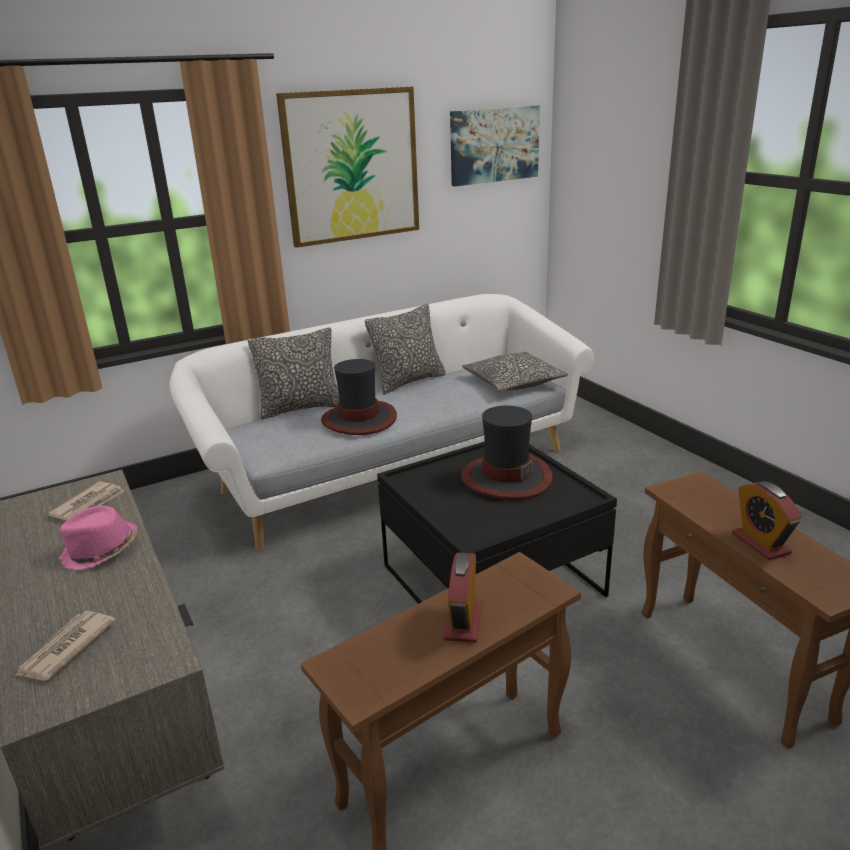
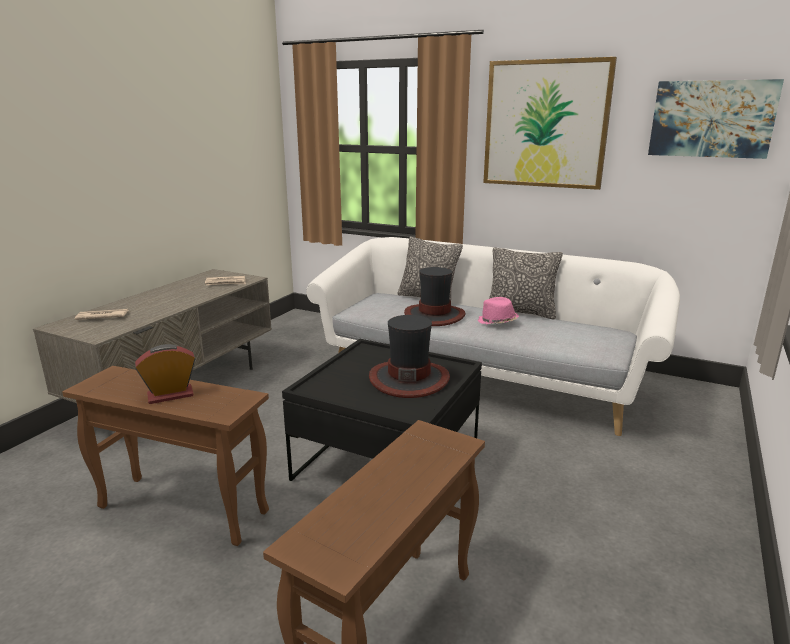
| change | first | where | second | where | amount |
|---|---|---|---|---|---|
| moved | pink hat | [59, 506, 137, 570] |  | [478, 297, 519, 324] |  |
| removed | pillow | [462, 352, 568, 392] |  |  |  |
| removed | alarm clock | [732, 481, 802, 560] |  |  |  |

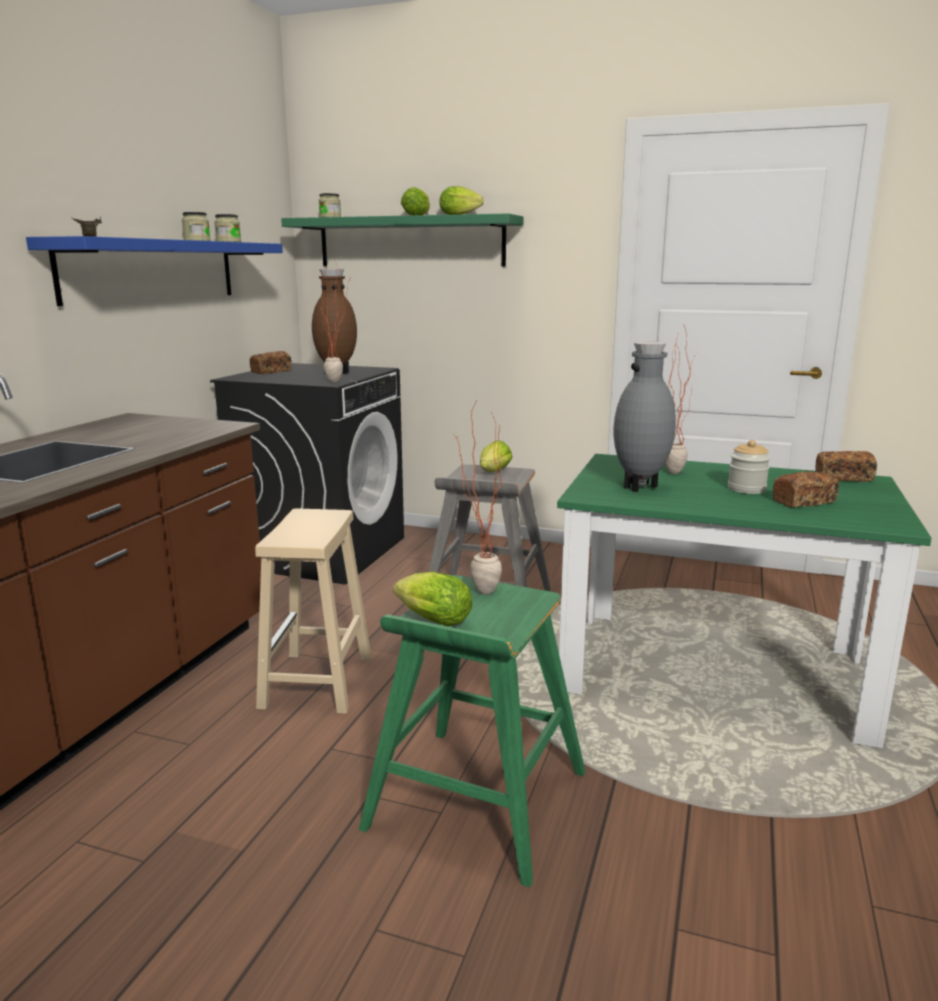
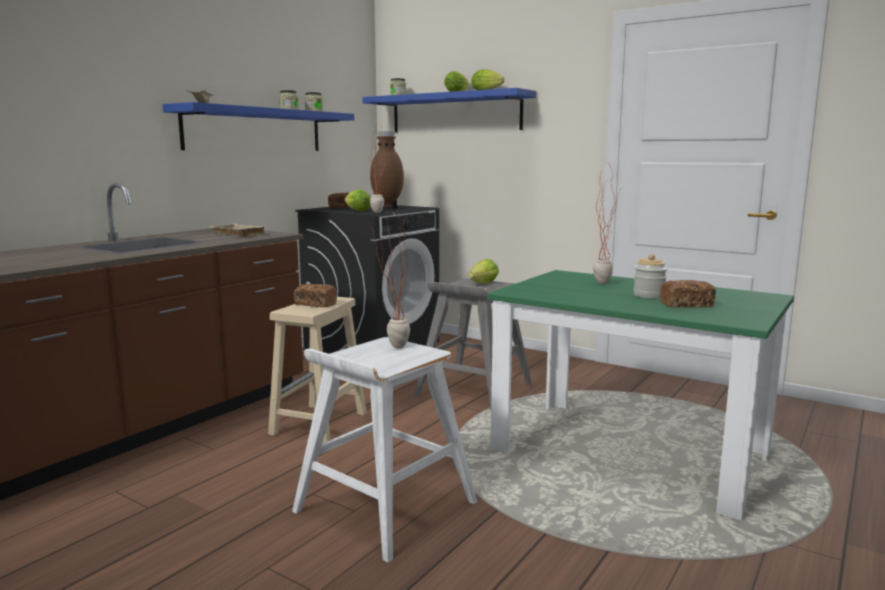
| change | first | where | second | where | amount |
|---|---|---|---|---|---|
| added |  |  | beige tray | [210, 223, 266, 236] |  |
| recoloured | green stool | [359, 575, 585, 887] | white stool | [292, 337, 477, 562] |  |
| moved | bread | [815, 451, 877, 482] |  | [294, 284, 337, 307] |  |
| moved | lettuce | [393, 572, 472, 626] |  | [345, 190, 371, 211] |  |
| recoloured | green shelf | [281, 213, 524, 267] | blue shelf | [362, 88, 536, 133] |  |
| removed | grey vase | [614, 341, 676, 492] |  |  |  |

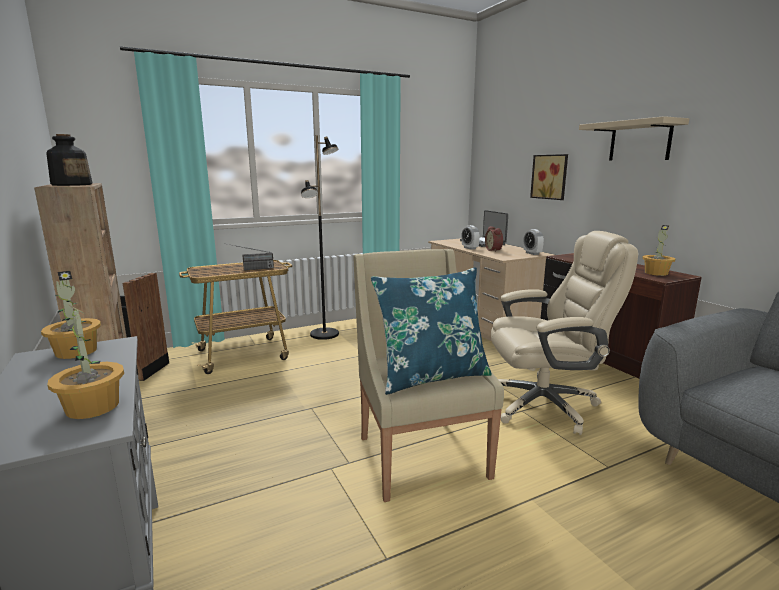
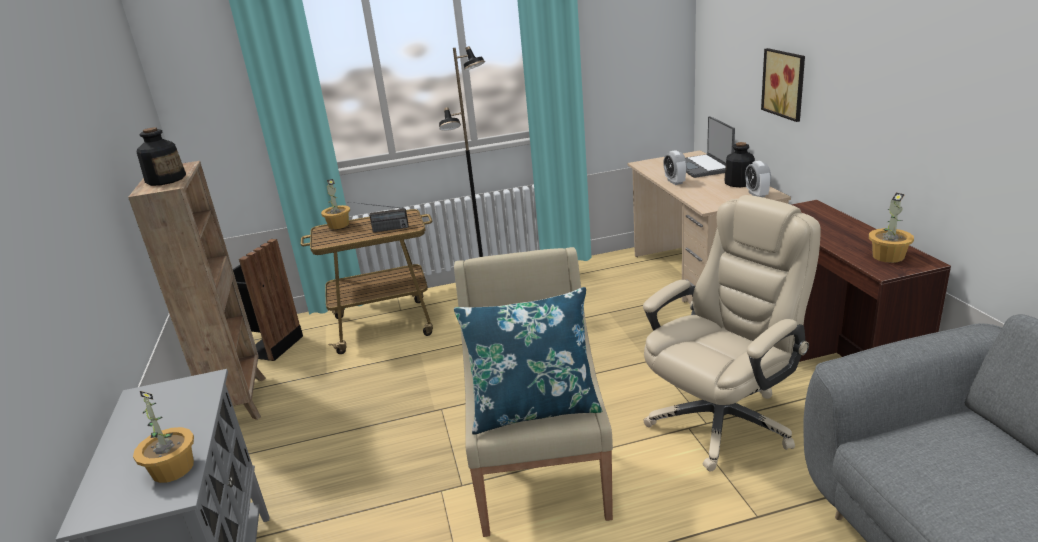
| change | first | where | second | where | amount |
|---|---|---|---|---|---|
| moved | potted plant | [41, 271, 101, 359] |  | [321, 179, 350, 229] |  |
| turned | beige office chair | [491, 231, 638, 435] |  | [643, 195, 821, 472] | 45 degrees counterclockwise |
| added |  |  | bottle | [724, 142, 755, 187] |  |
| removed | alarm clock | [485, 226, 503, 252] |  |  |  |
| removed | beige shelf | [579, 116, 689, 161] |  |  |  |

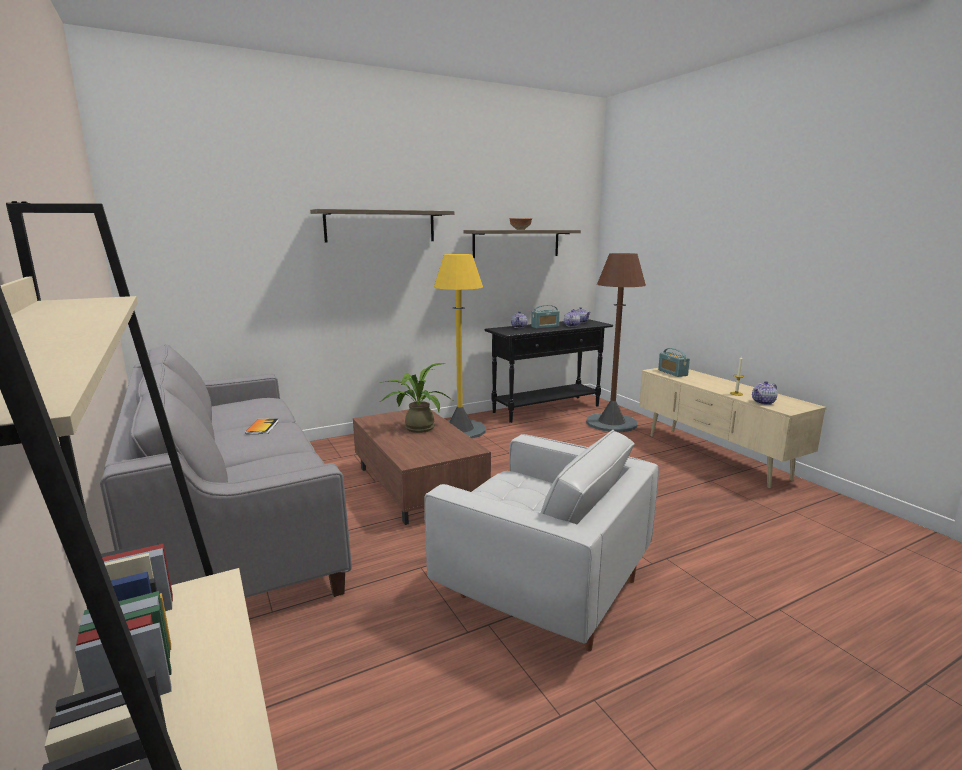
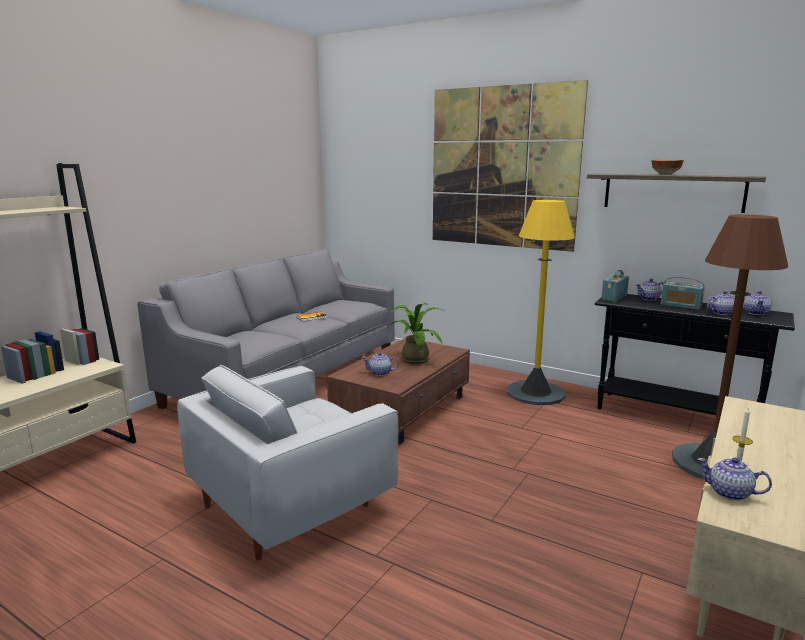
| change | first | where | second | where | amount |
|---|---|---|---|---|---|
| turned | white armchair | [424, 430, 659, 651] |  | [177, 365, 398, 561] | 45 degrees clockwise |
| added |  |  | teapot | [362, 352, 399, 376] |  |
| replaced | shelf | [310, 209, 454, 243] | picture | [433, 80, 588, 252] |  |
| moved | radio | [658, 348, 690, 377] |  | [601, 270, 629, 302] |  |

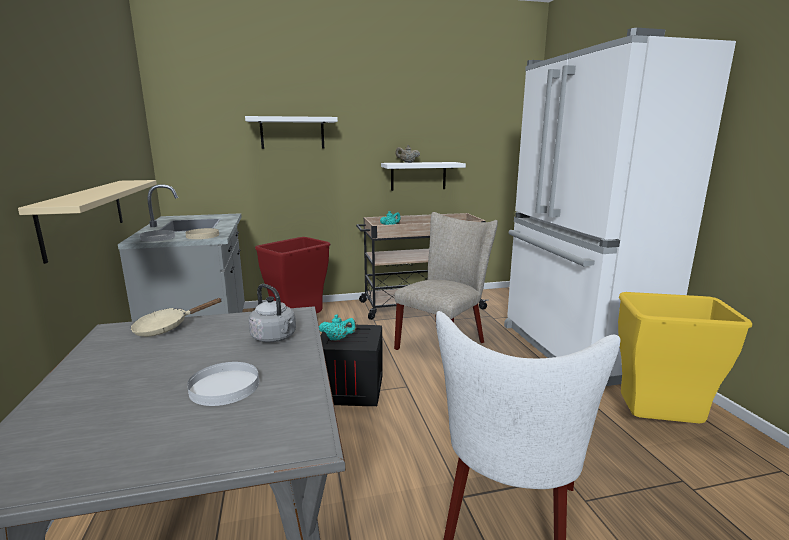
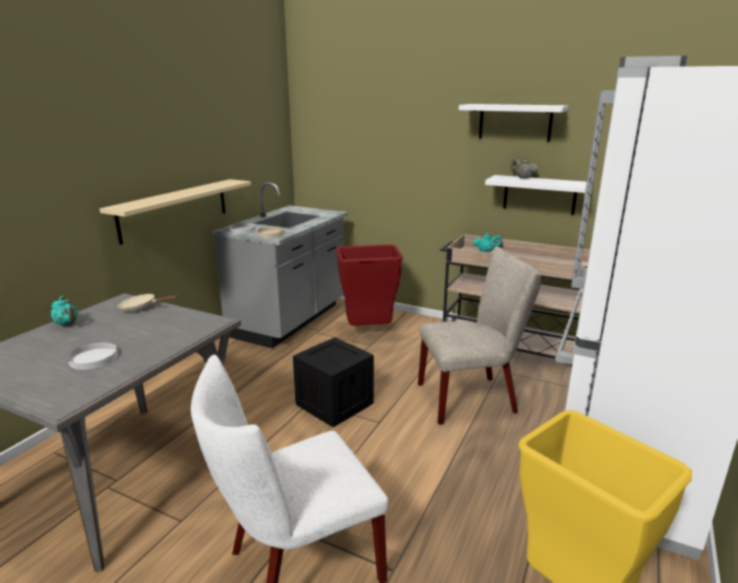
| change | first | where | second | where | amount |
|---|---|---|---|---|---|
| moved | turquoise teapot | [319, 315, 356, 341] |  | [51, 296, 78, 326] |  |
| moved | white shelf | [245, 116, 338, 149] |  | [459, 104, 568, 142] |  |
| removed | grey kettle | [248, 284, 296, 342] |  |  |  |

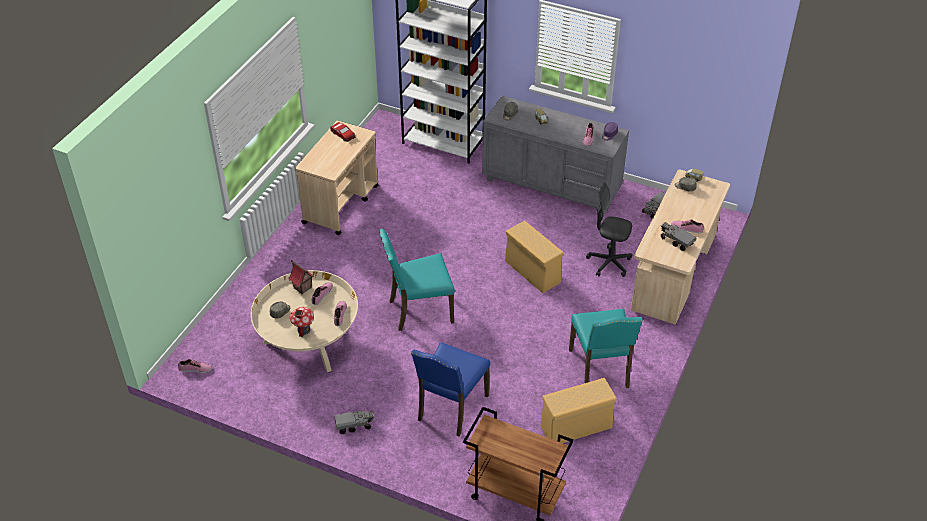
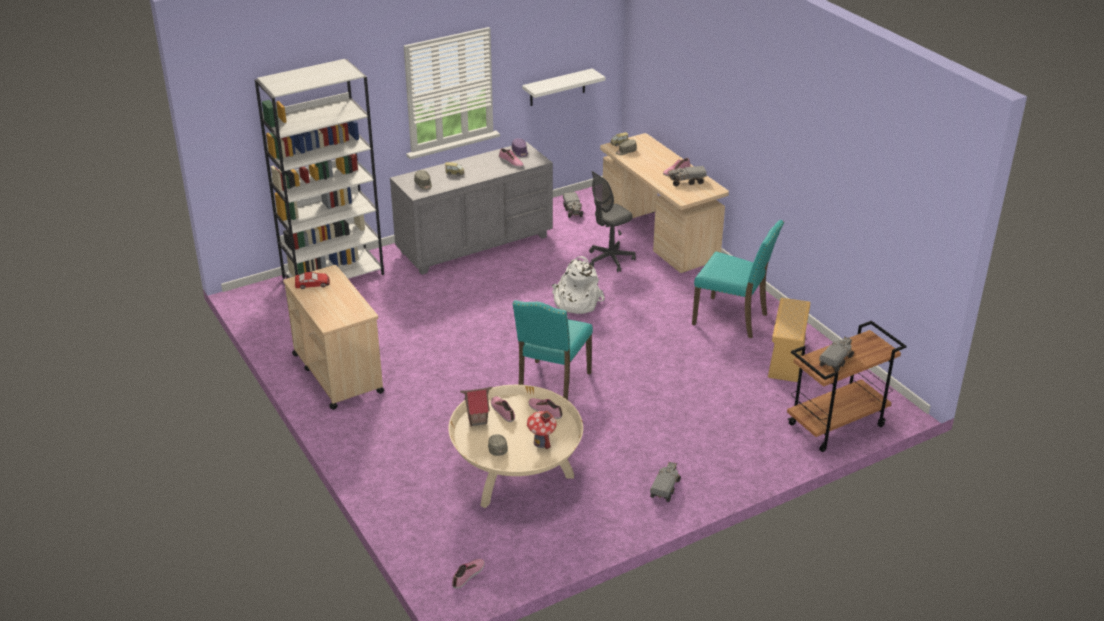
| change | first | where | second | where | amount |
|---|---|---|---|---|---|
| added |  |  | white shelf | [522, 68, 606, 106] |  |
| replaced | beige storage box | [505, 221, 564, 293] | white backpack | [552, 256, 605, 314] |  |
| added |  |  | toy truck | [819, 337, 854, 372] |  |
| removed | blue chair | [411, 342, 490, 436] |  |  |  |

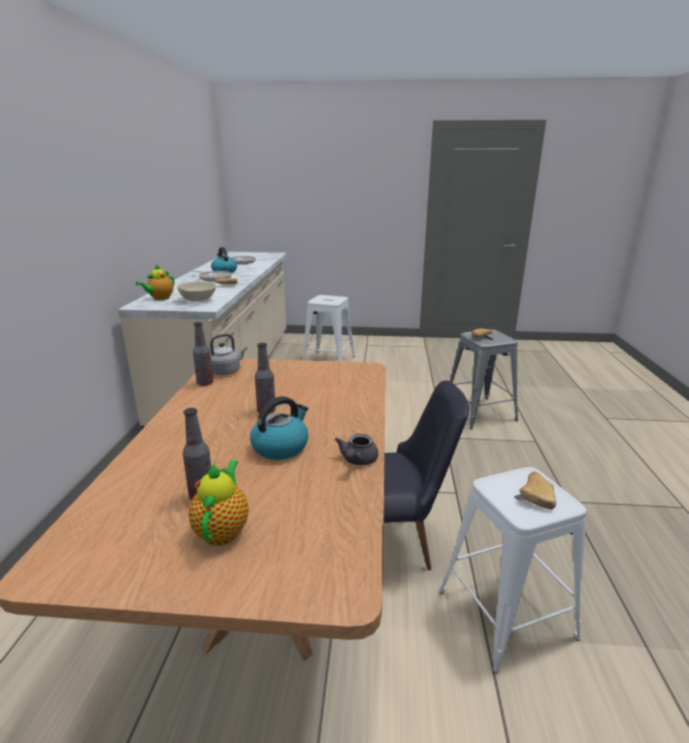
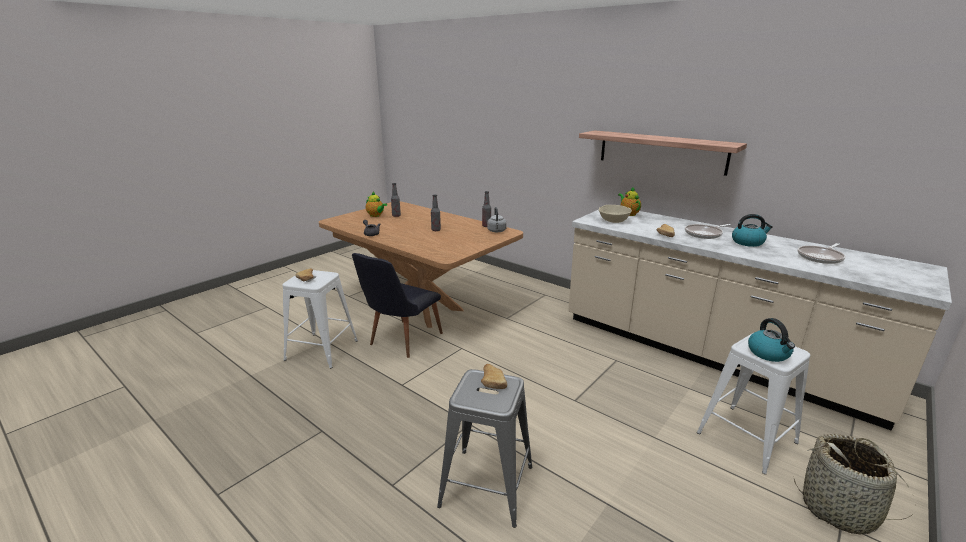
| change | first | where | second | where | amount |
|---|---|---|---|---|---|
| added |  |  | shelf | [579, 130, 747, 176] |  |
| moved | kettle | [250, 396, 309, 460] |  | [748, 318, 795, 362] |  |
| added |  |  | basket | [794, 434, 913, 534] |  |

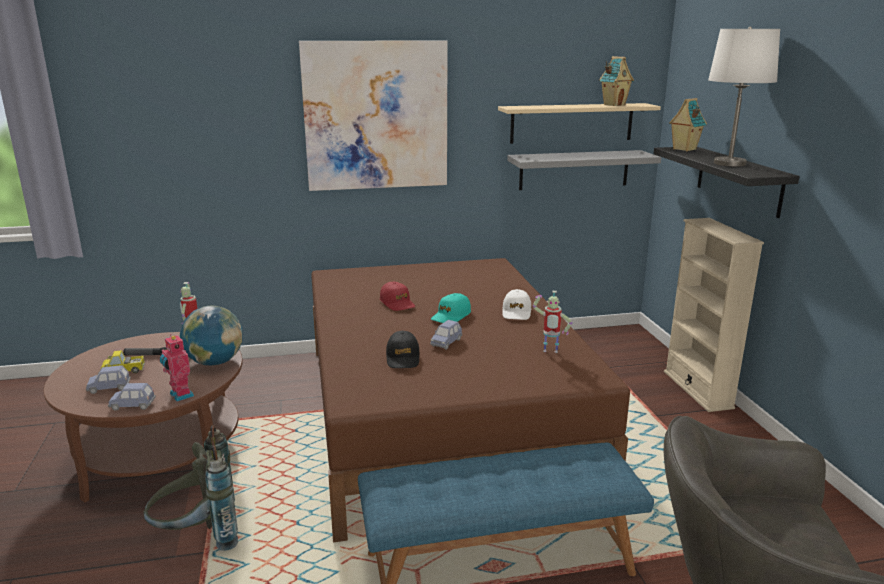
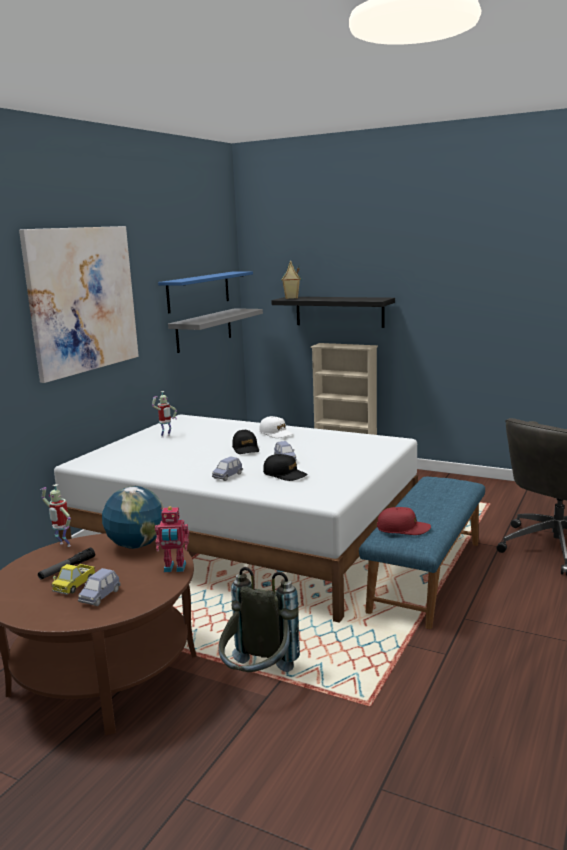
| change | first | where | second | where | amount |
|---|---|---|---|---|---|
| recoloured | brown bed | [311, 258, 630, 542] | white bed | [54, 414, 418, 623] |  |
| moved | toy robot | [533, 291, 572, 353] |  | [152, 391, 177, 437] |  |
| recoloured | beige shelf | [498, 103, 661, 144] | blue shelf | [158, 271, 253, 313] |  |
| moved | blue toy car | [108, 383, 156, 411] |  | [212, 456, 243, 481] |  |
| recoloured | turquoise cap | [431, 293, 471, 323] | black cap | [232, 430, 259, 454] |  |
| moved | red cap | [380, 282, 415, 311] |  | [377, 507, 431, 535] |  |
| removed | toy house | [599, 56, 634, 106] |  |  |  |
| removed | white table lamp | [708, 27, 780, 167] |  |  |  |

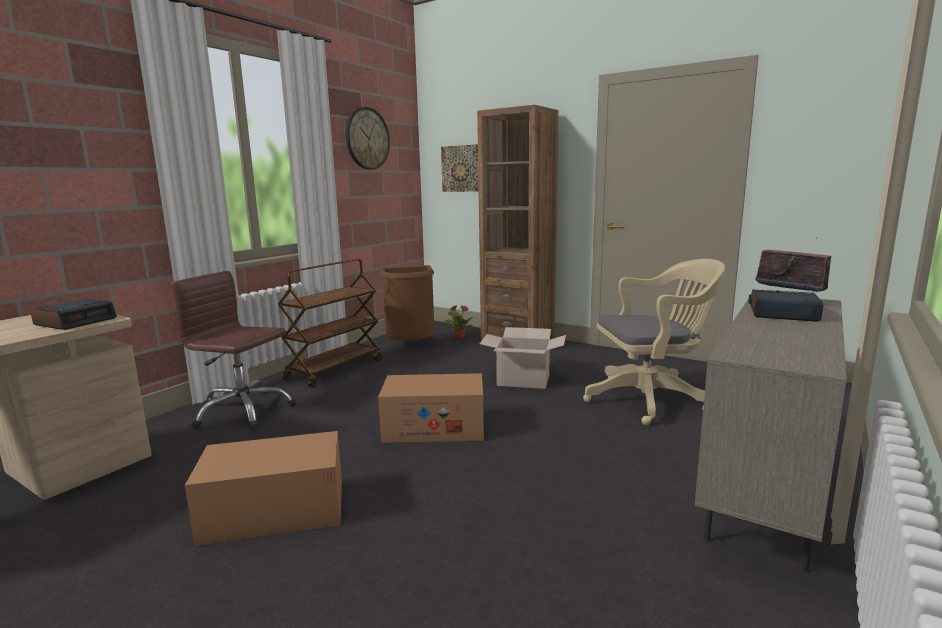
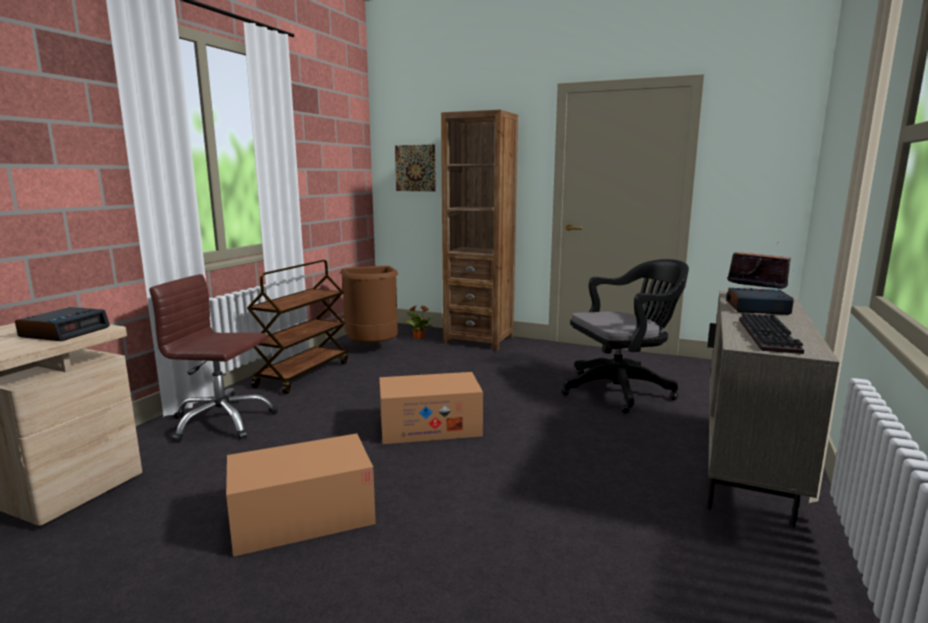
| change | first | where | second | where | amount |
|---|---|---|---|---|---|
| recoloured | beige office chair | [583, 259, 725, 425] | black office chair | [562, 259, 689, 414] |  |
| added |  |  | keyboard | [739, 313, 804, 354] |  |
| removed | wall clock | [346, 107, 390, 170] |  |  |  |
| removed | cardboard box | [480, 327, 566, 389] |  |  |  |

